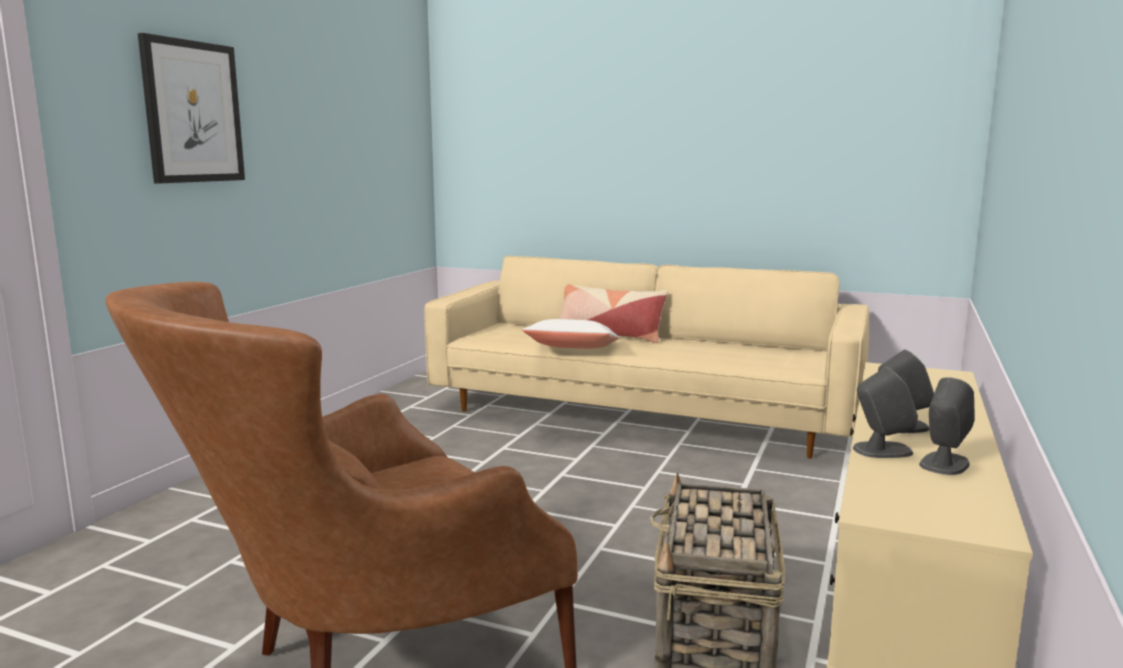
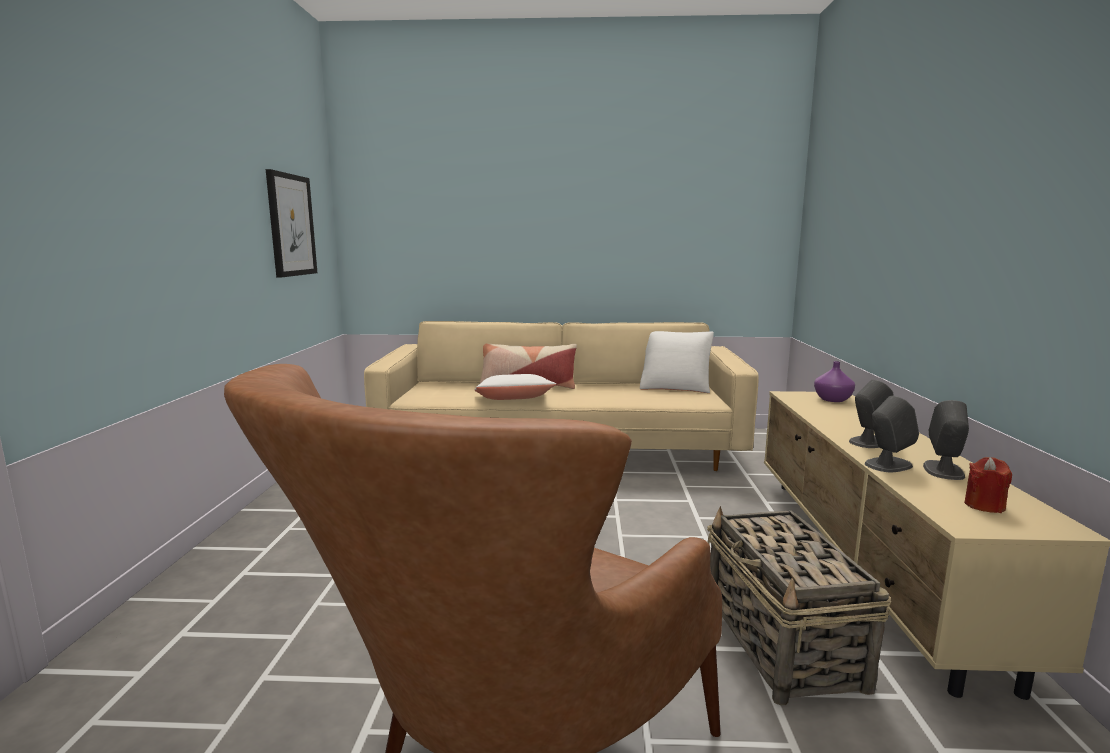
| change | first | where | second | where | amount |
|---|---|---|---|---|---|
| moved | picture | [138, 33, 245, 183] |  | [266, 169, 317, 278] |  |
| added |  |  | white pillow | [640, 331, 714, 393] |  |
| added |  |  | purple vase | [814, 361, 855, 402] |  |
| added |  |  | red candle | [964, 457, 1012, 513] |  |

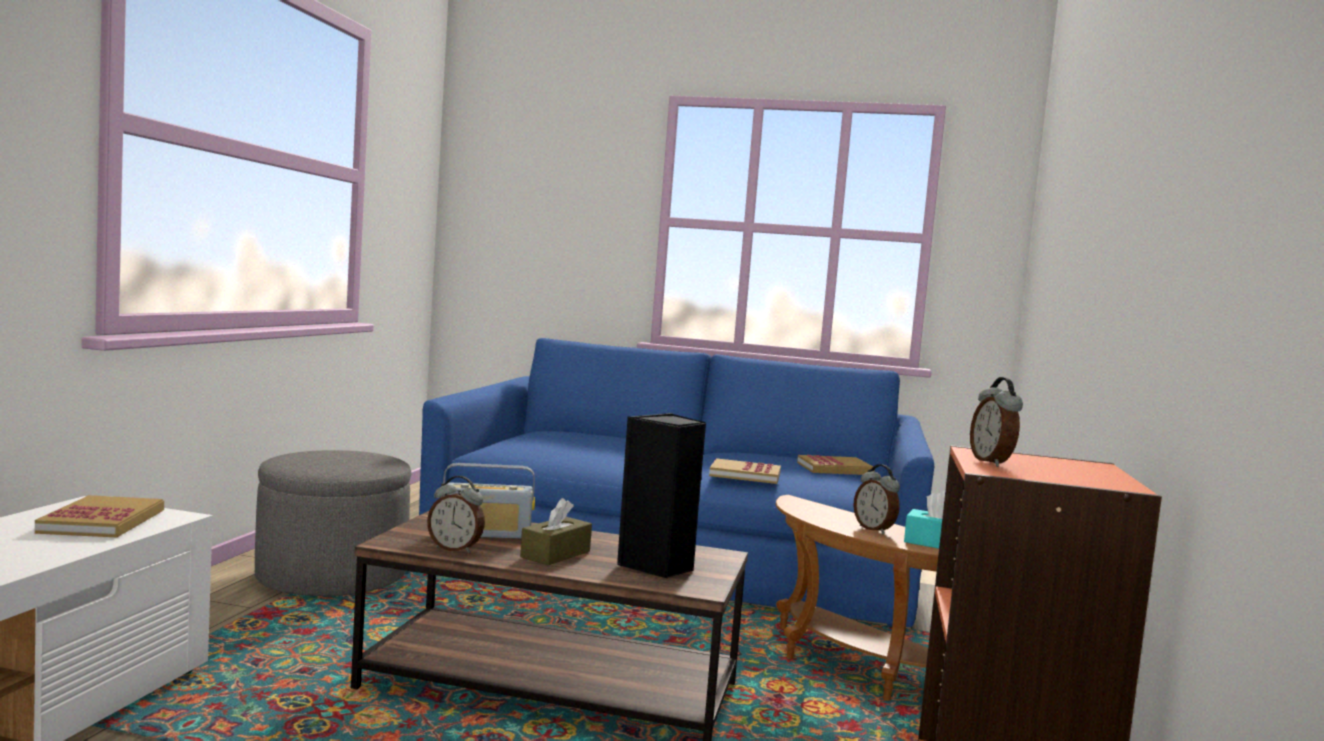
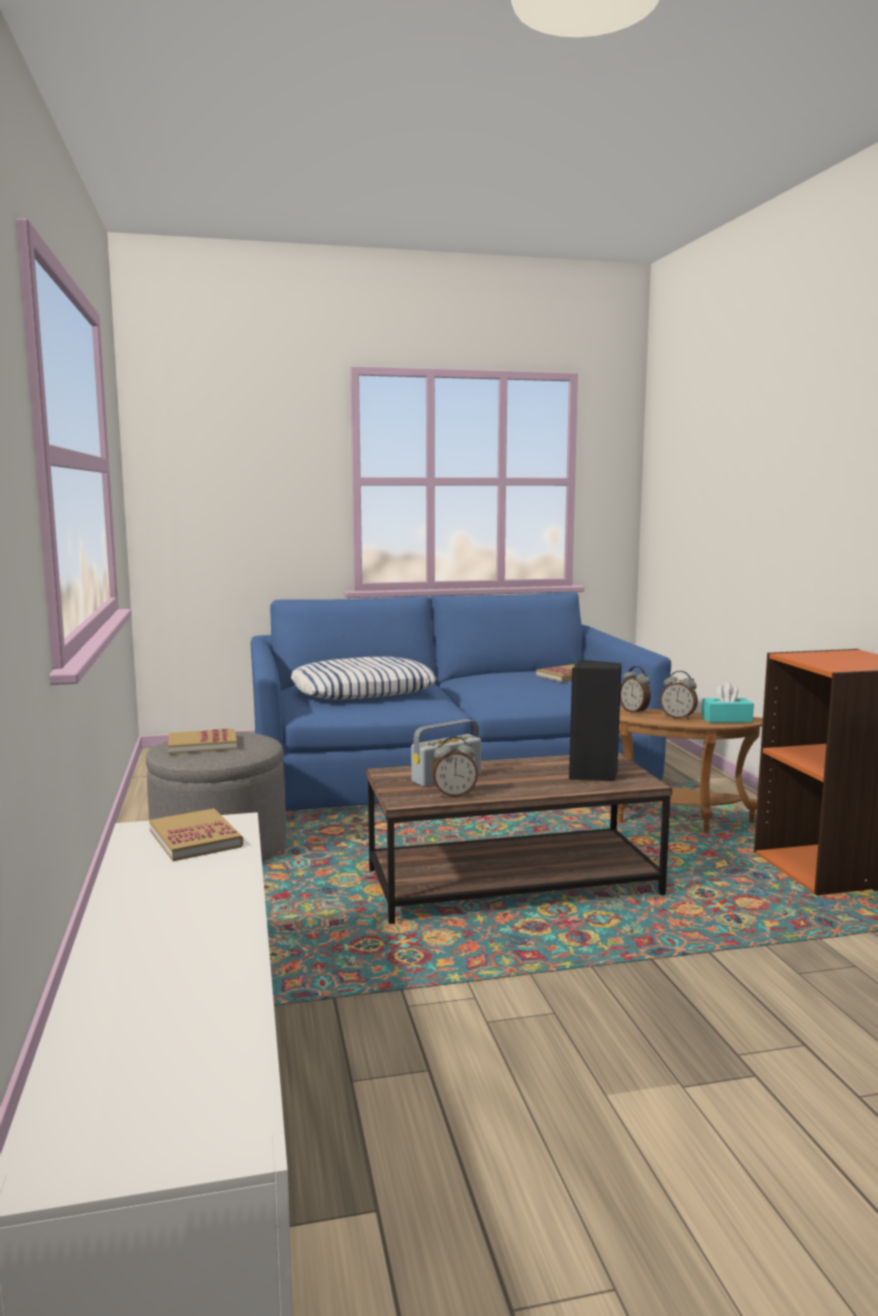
| change | first | where | second | where | amount |
|---|---|---|---|---|---|
| moved | book | [709, 458, 781, 484] |  | [168, 729, 237, 754] |  |
| added |  |  | pillow | [291, 657, 436, 700] |  |
| moved | alarm clock | [970, 377, 1023, 467] |  | [620, 666, 651, 715] |  |
| removed | brown tissue box | [520, 498, 592, 565] |  |  |  |

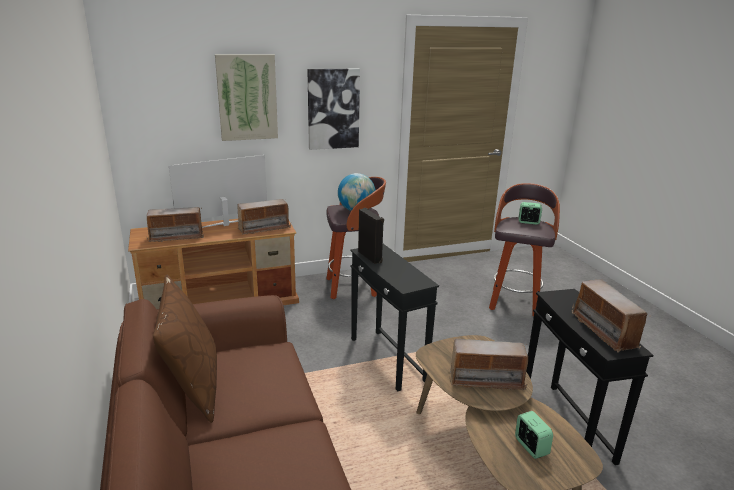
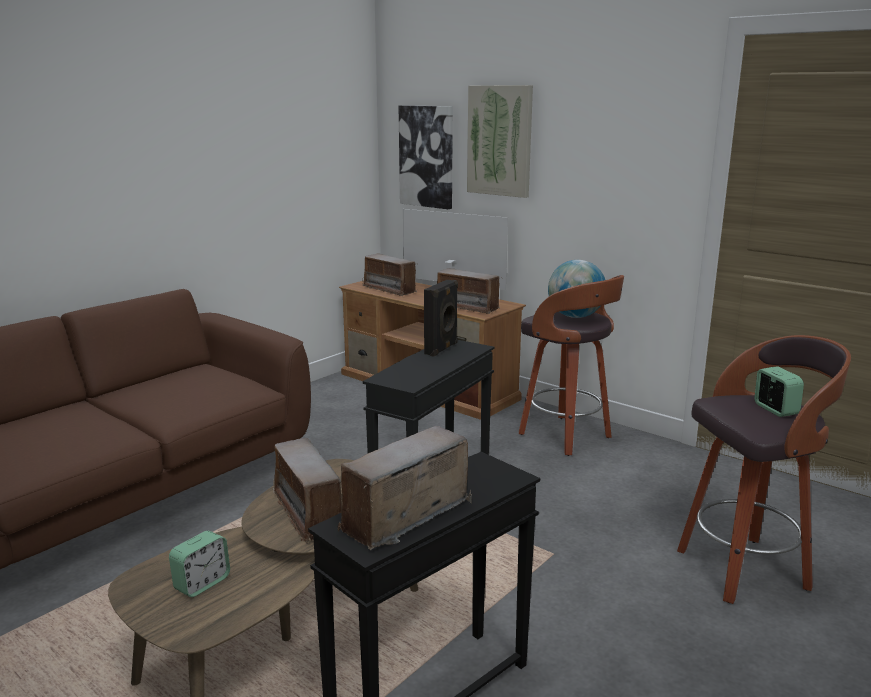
| change | first | where | second | where | amount |
|---|---|---|---|---|---|
| moved | picture | [307, 68, 360, 150] |  | [399, 106, 453, 209] |  |
| removed | brown pillow | [153, 275, 217, 423] |  |  |  |

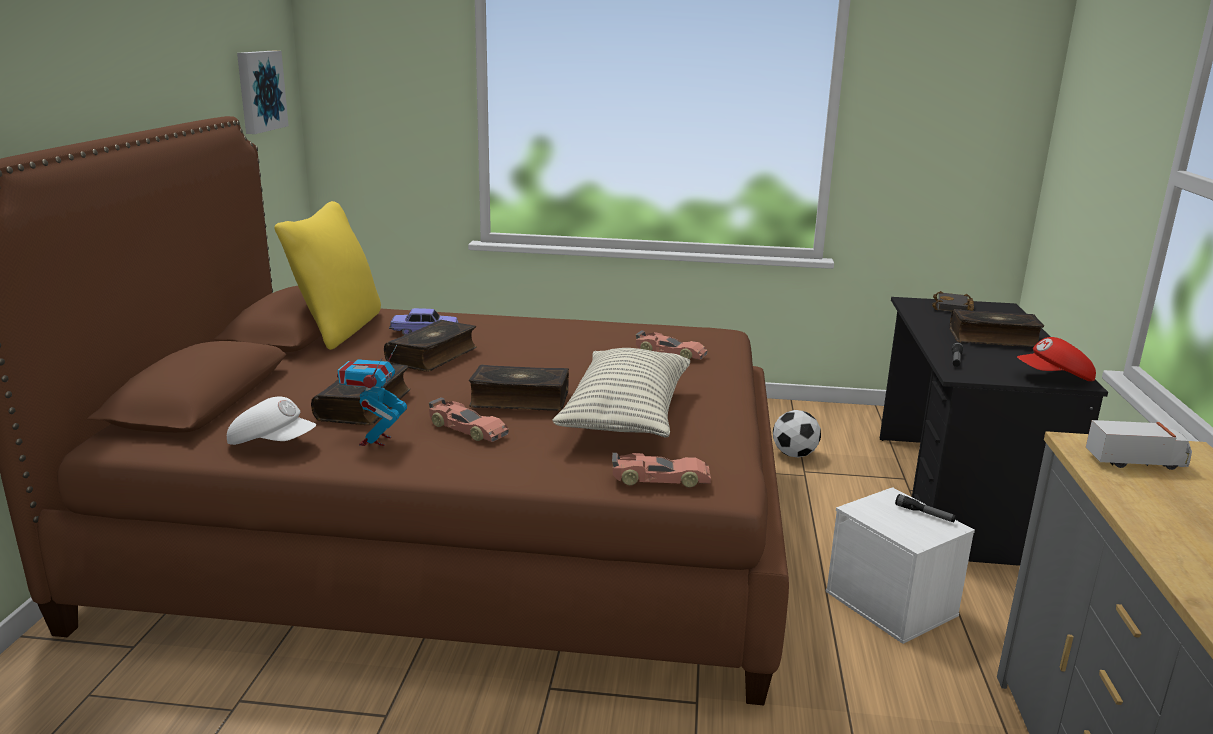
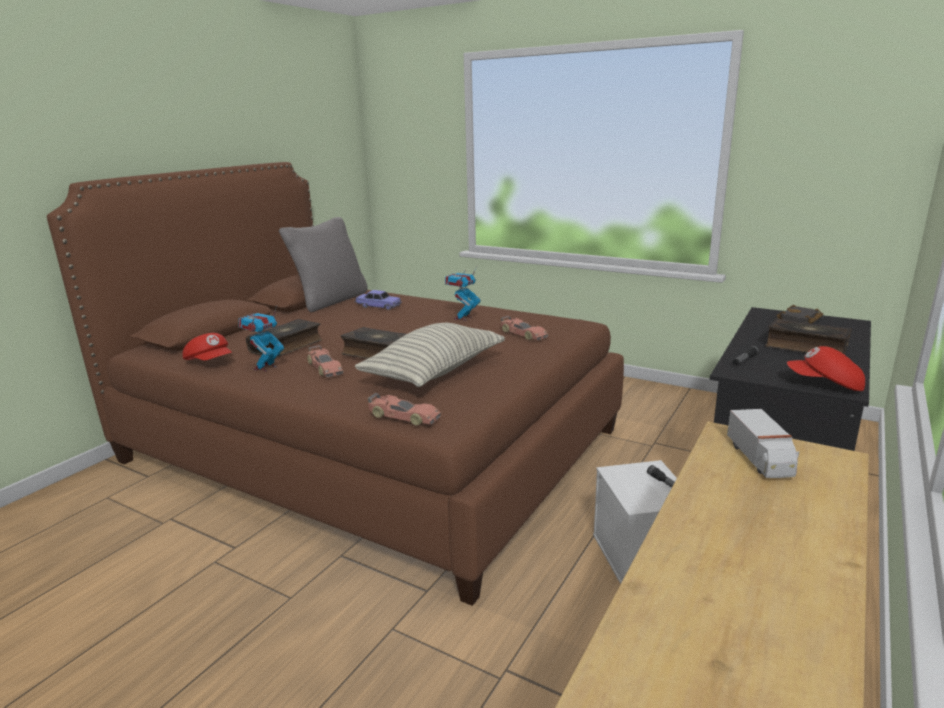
| change | first | where | second | where | amount |
|---|---|---|---|---|---|
| recoloured | white cap | [227, 397, 316, 445] | red cap | [183, 333, 232, 360] |  |
| recoloured | yellow pillow | [274, 201, 381, 350] | grey pillow | [279, 217, 368, 312] |  |
| added |  |  | toy robot | [445, 266, 481, 321] |  |
| turned | toy truck | [1086, 420, 1192, 470] |  | [727, 409, 799, 478] | 60 degrees clockwise |
| removed | picture | [237, 51, 289, 134] |  |  |  |
| removed | book | [384, 320, 477, 372] |  |  |  |
| removed | football | [773, 410, 821, 458] |  |  |  |

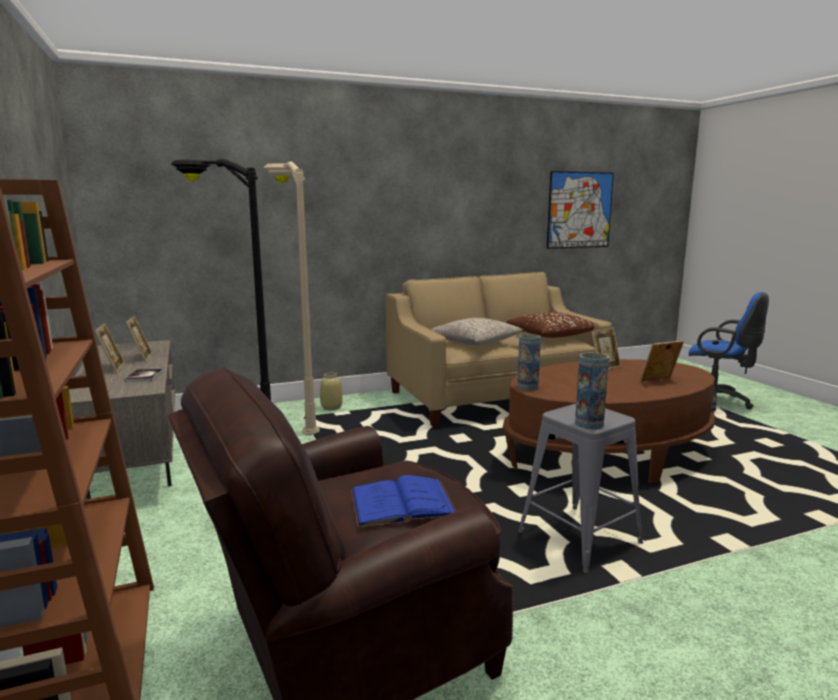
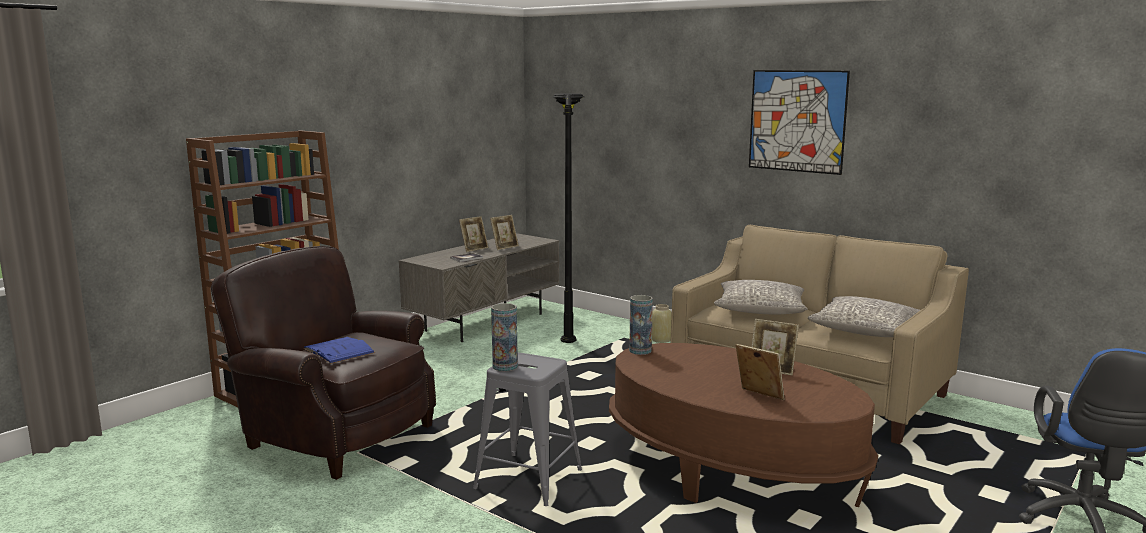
| change | first | where | second | where | amount |
|---|---|---|---|---|---|
| moved | picture | [547, 171, 614, 249] |  | [749, 70, 850, 175] |  |
| recoloured | brown pillow | [506, 312, 594, 338] | grey pillow | [808, 296, 920, 337] |  |
| removed | beige floor lamp | [263, 161, 320, 435] |  |  |  |

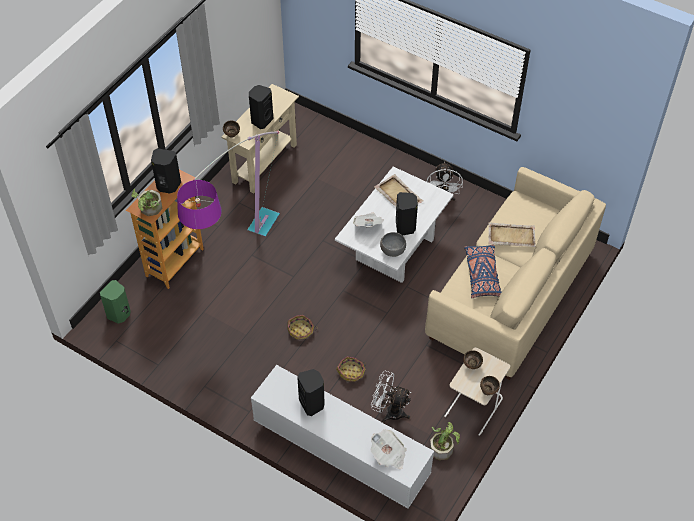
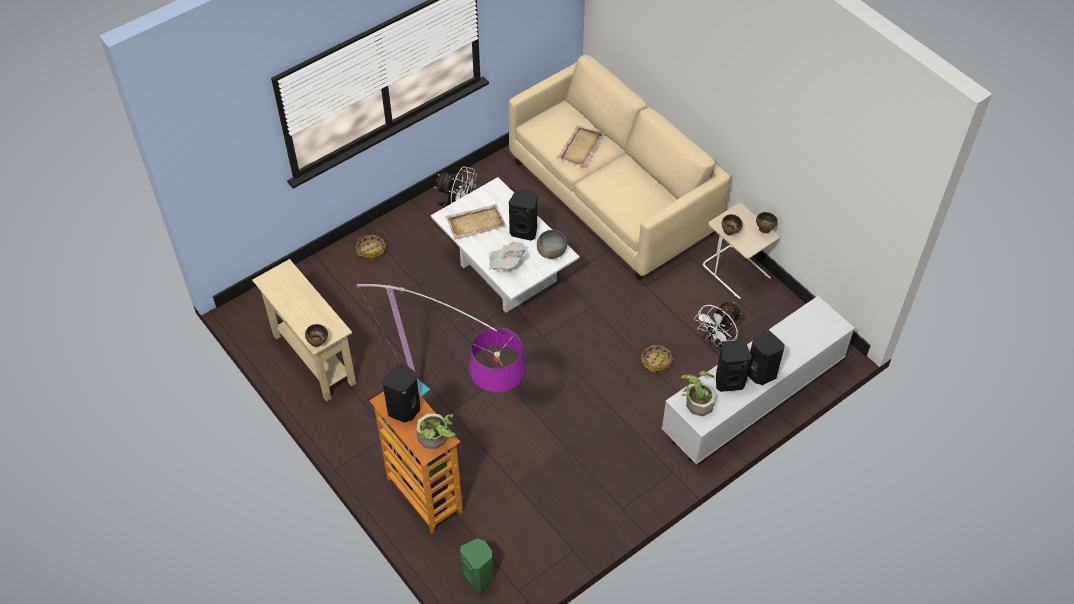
| change | first | where | second | where | amount |
|---|---|---|---|---|---|
| moved | basket | [287, 315, 317, 340] |  | [355, 234, 386, 260] |  |
| moved | potted plant | [430, 422, 460, 460] |  | [681, 371, 716, 416] |  |
| moved | black speaker | [249, 85, 274, 129] |  | [748, 330, 785, 385] |  |
| removed | newspaper | [370, 430, 407, 469] |  |  |  |
| removed | blue pillow | [465, 244, 501, 298] |  |  |  |

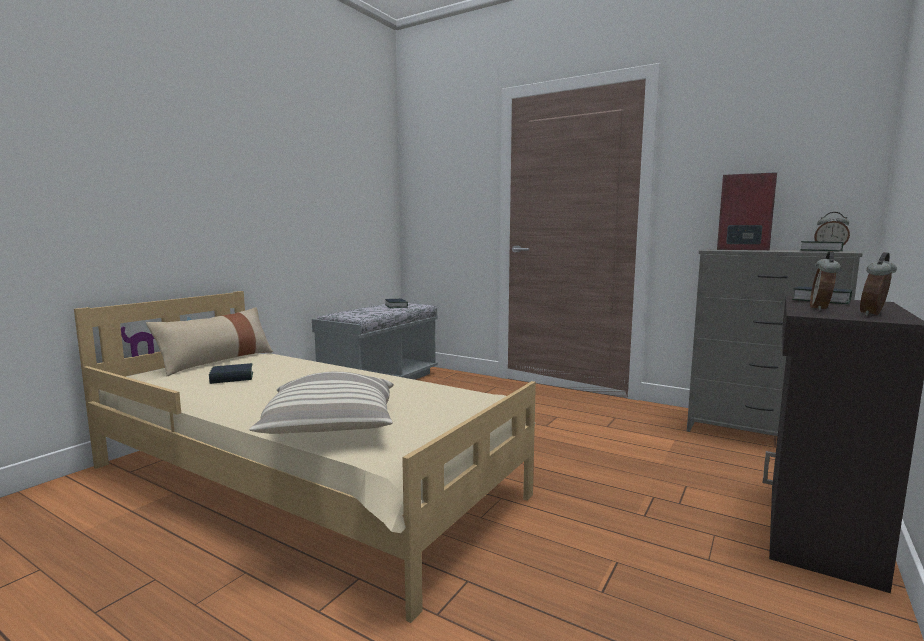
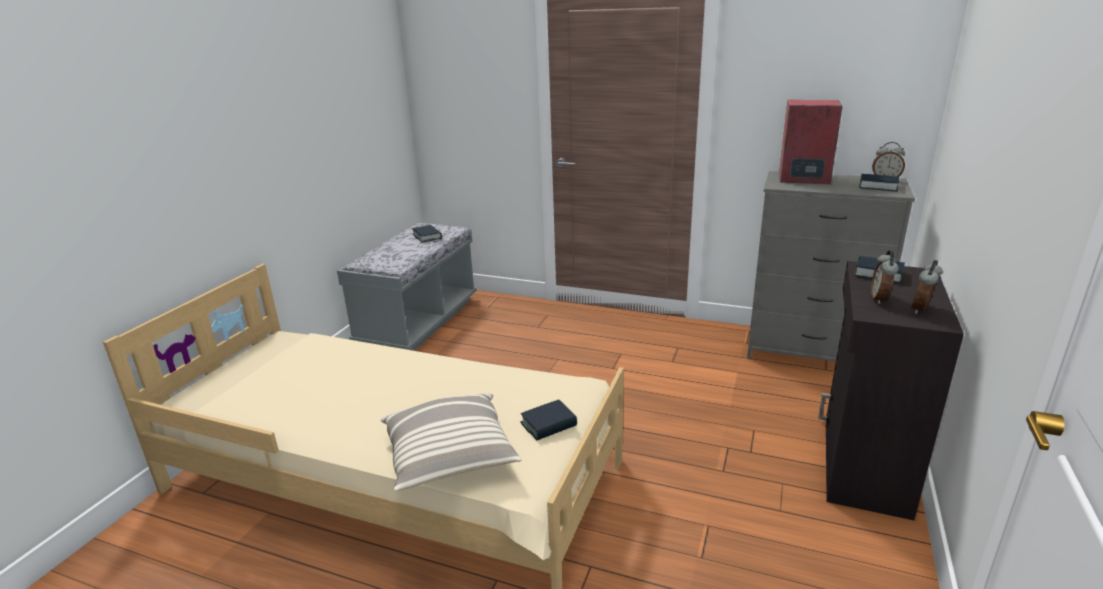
| change | first | where | second | where | amount |
|---|---|---|---|---|---|
| moved | book | [209, 363, 253, 384] |  | [520, 400, 577, 440] |  |
| removed | beige pillow | [146, 307, 273, 376] |  |  |  |

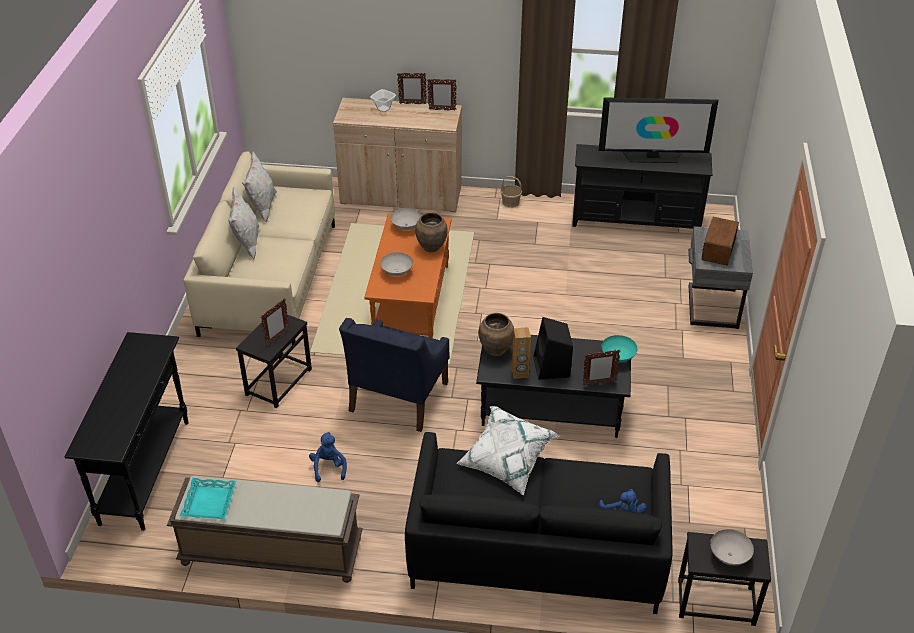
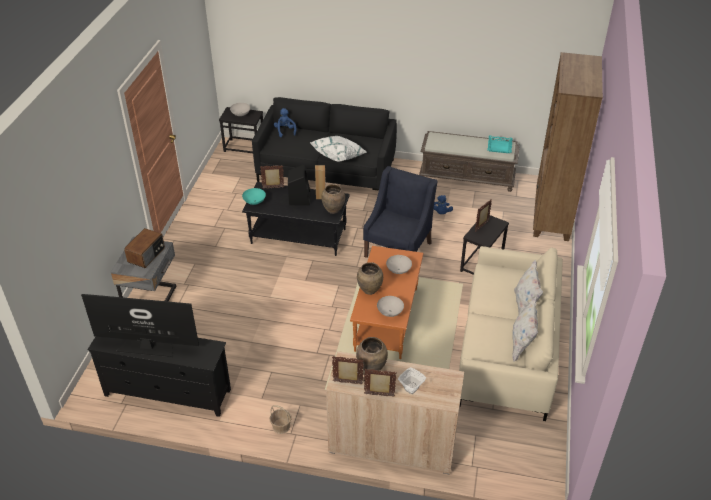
| change | first | where | second | where | amount |
|---|---|---|---|---|---|
| added |  |  | brown vase | [356, 337, 388, 373] |  |
| replaced | black console table | [65, 332, 189, 531] | brown bookcase | [533, 52, 603, 241] |  |

